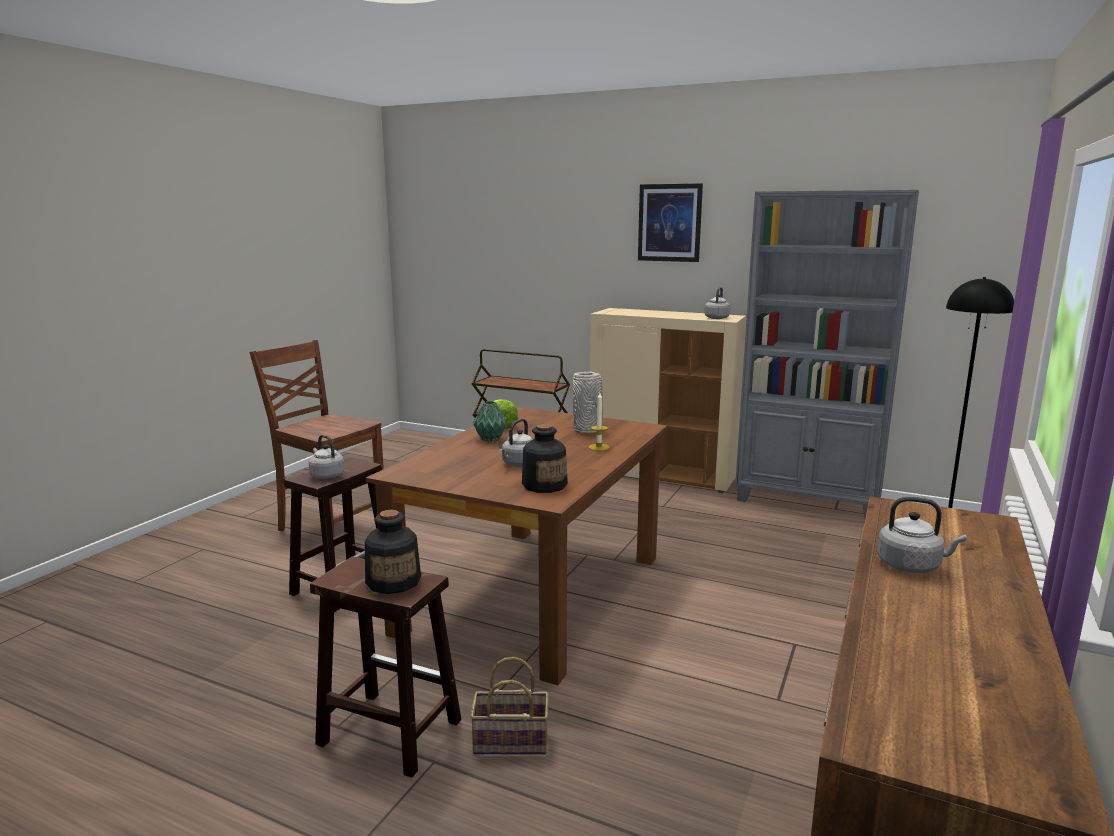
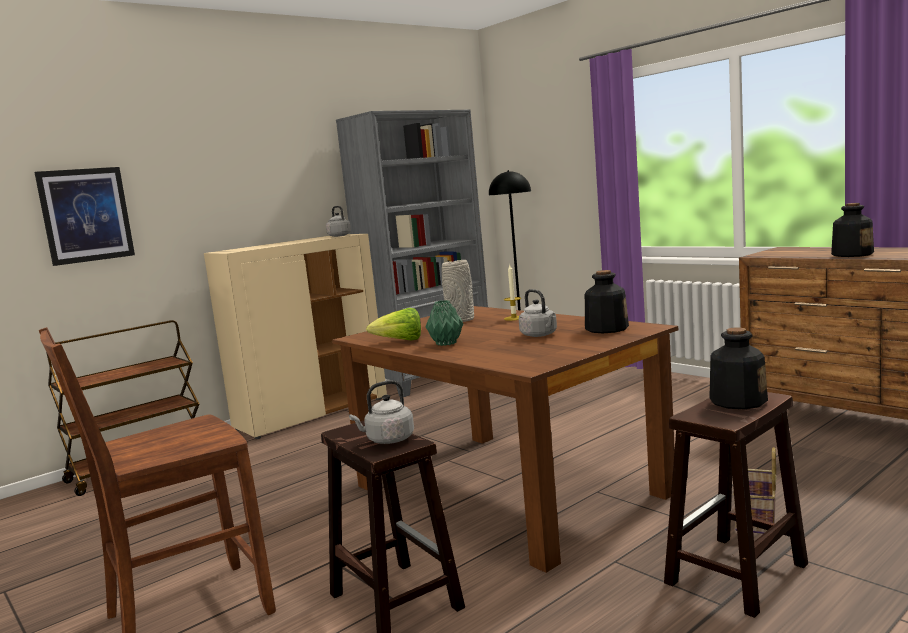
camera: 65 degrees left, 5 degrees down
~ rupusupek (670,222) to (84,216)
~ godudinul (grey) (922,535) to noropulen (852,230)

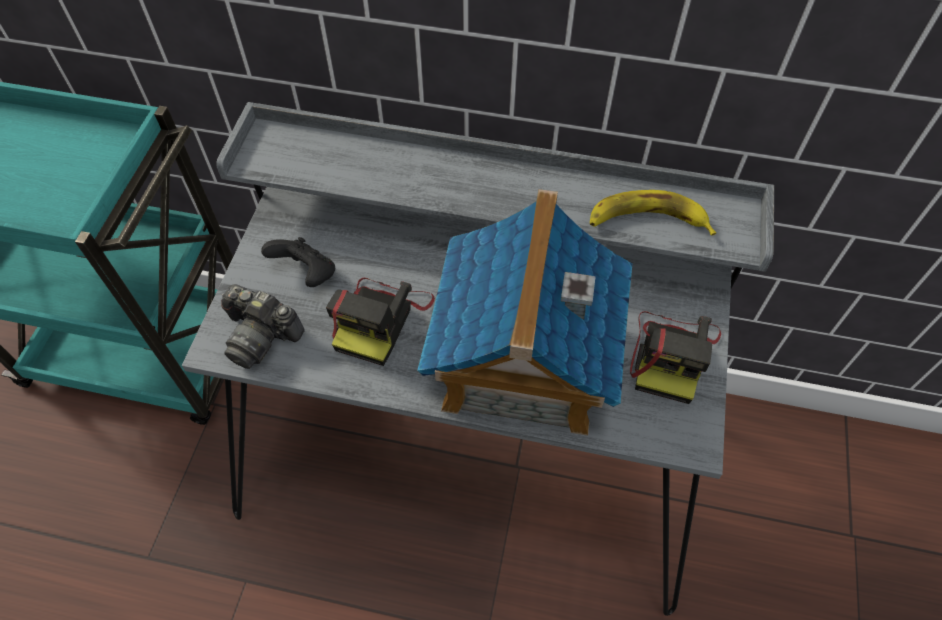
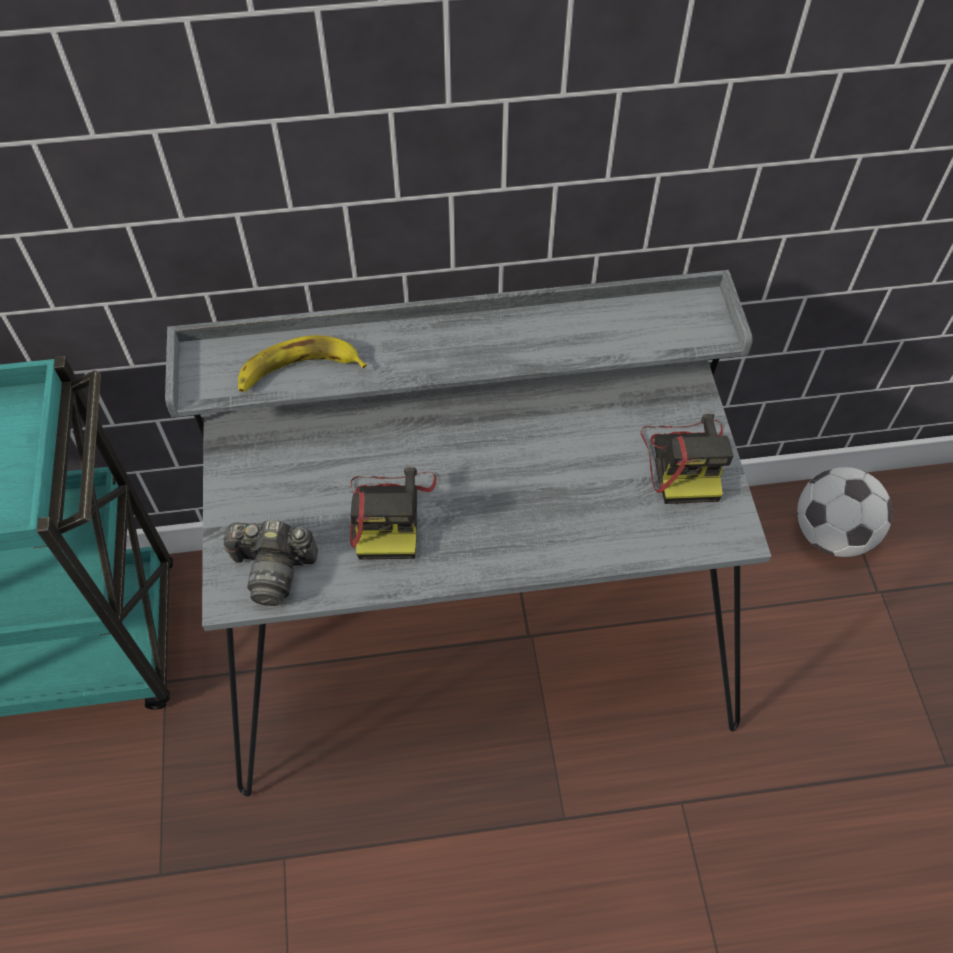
camera: 20 degrees left, 0 degrees up
- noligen (524,312)
~ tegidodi (653,213) to (302,363)
- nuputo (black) (298,262)
+ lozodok (844,512)

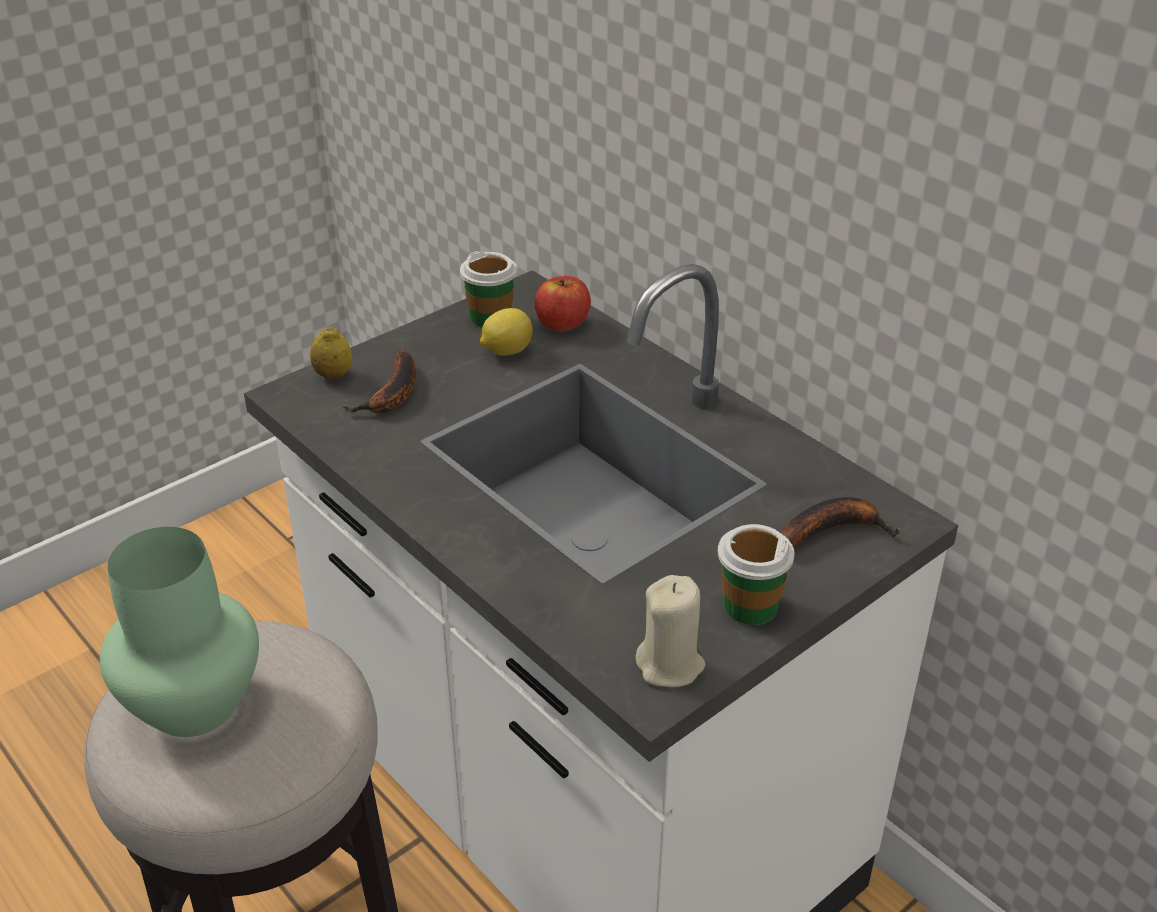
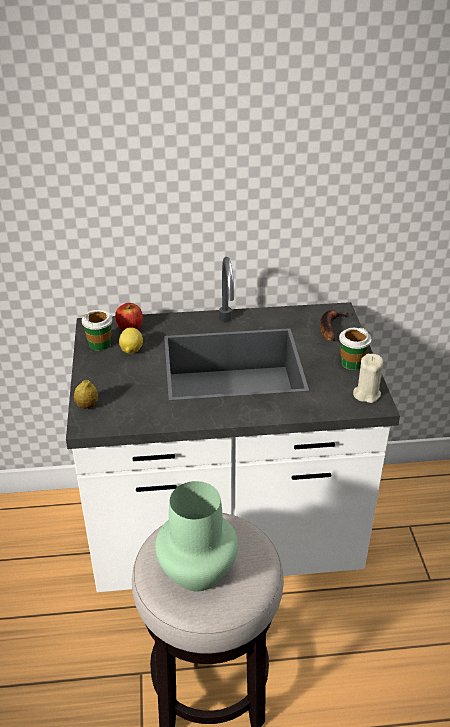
camera: 55 degrees left, 0 degrees up
- tegidodi (379,381)

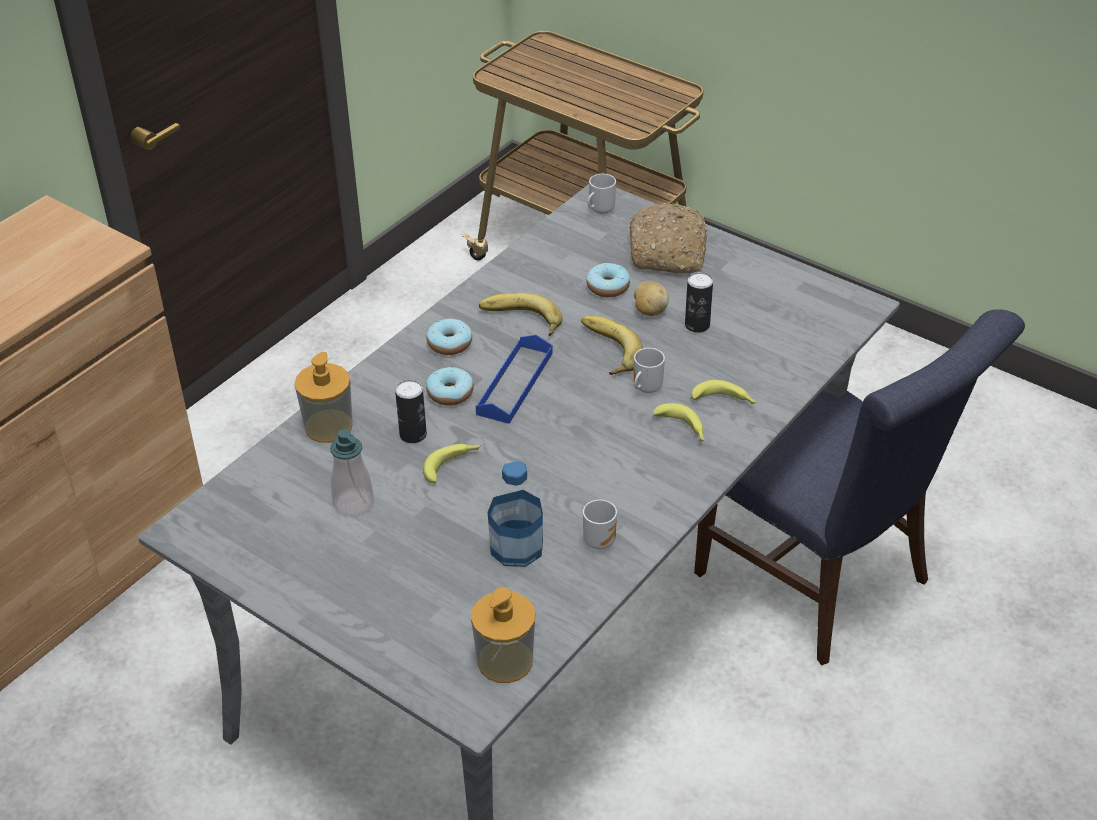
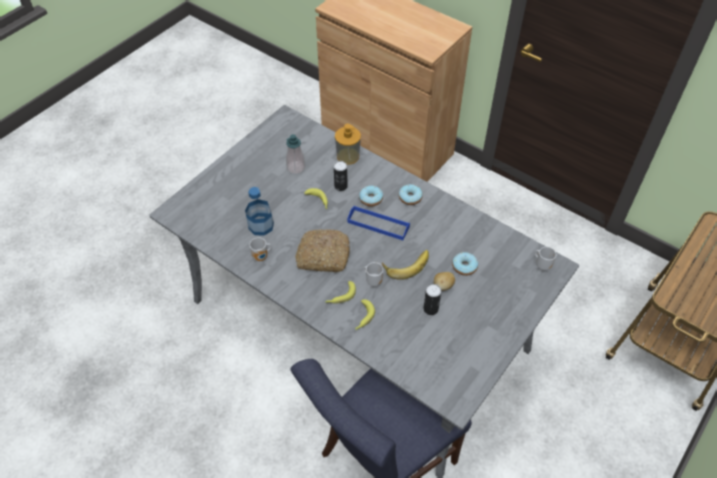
camera: 90 degrees right, 10 degrees up
~ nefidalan (668,238) to (322,250)
- tegidodi (520,314)
- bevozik (503,635)

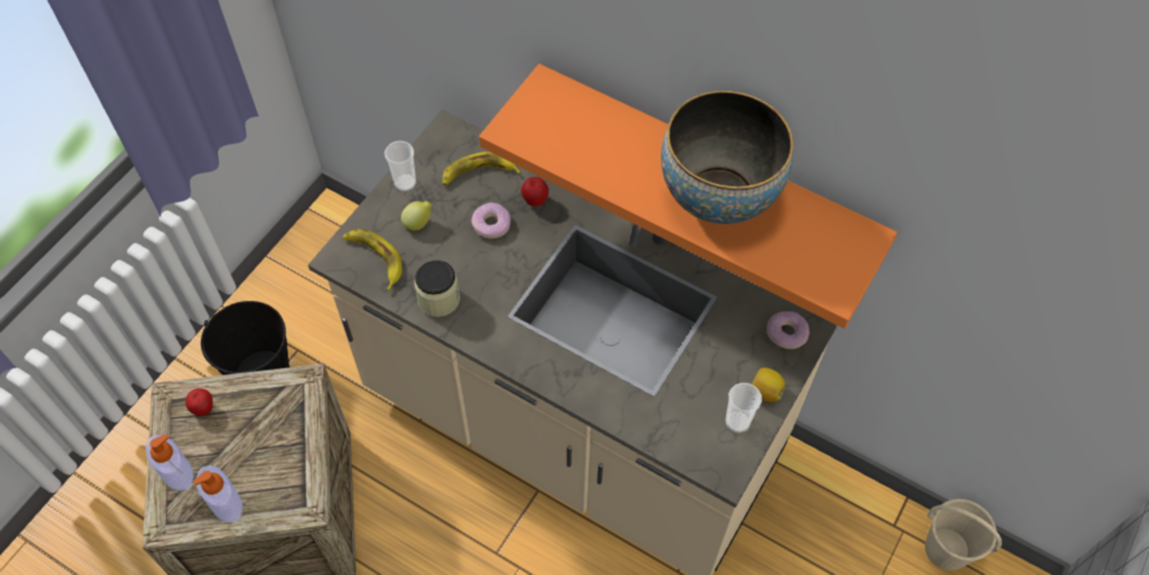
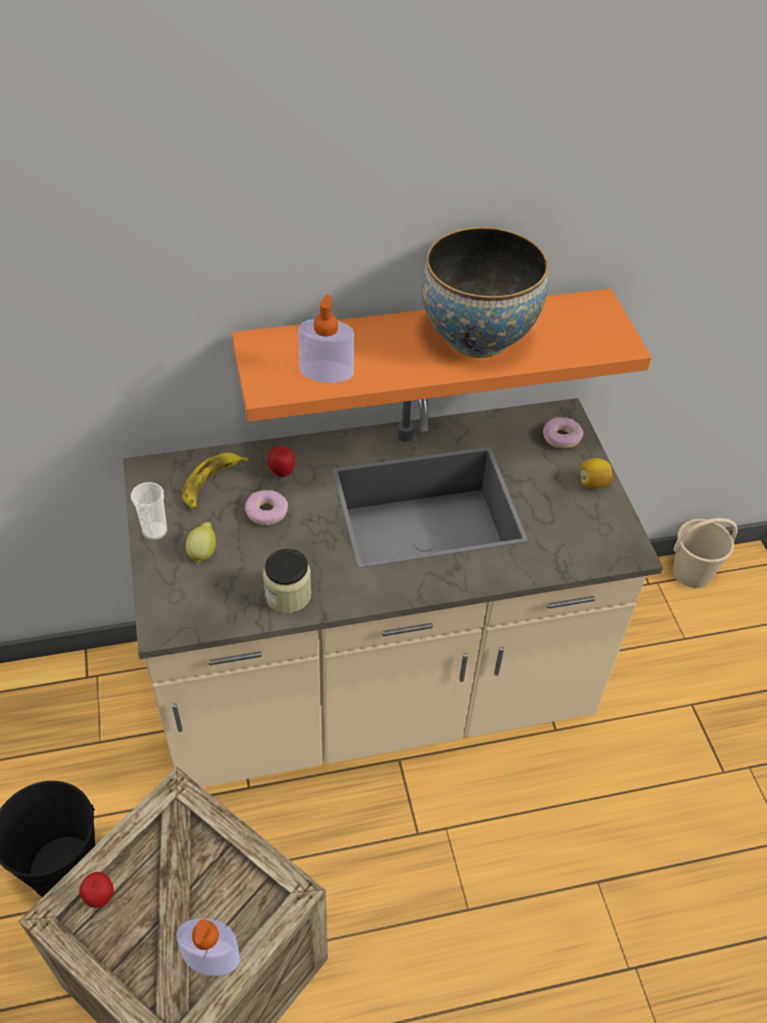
camera: 45 degrees left, 10 degrees down
- tegidodi (372,260)
- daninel (744,408)
~ bevozik (170,462) to (326,339)

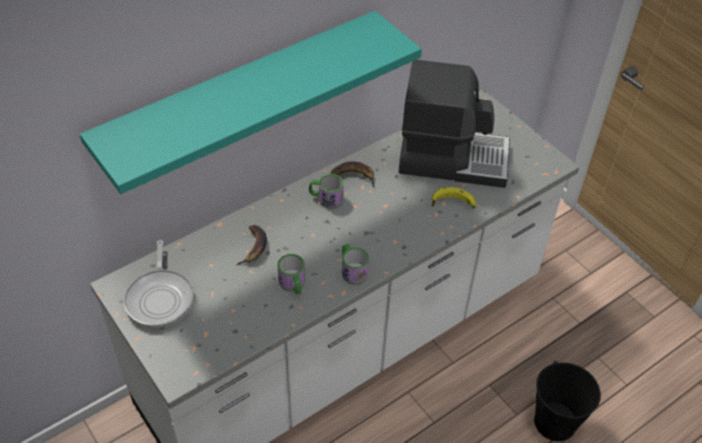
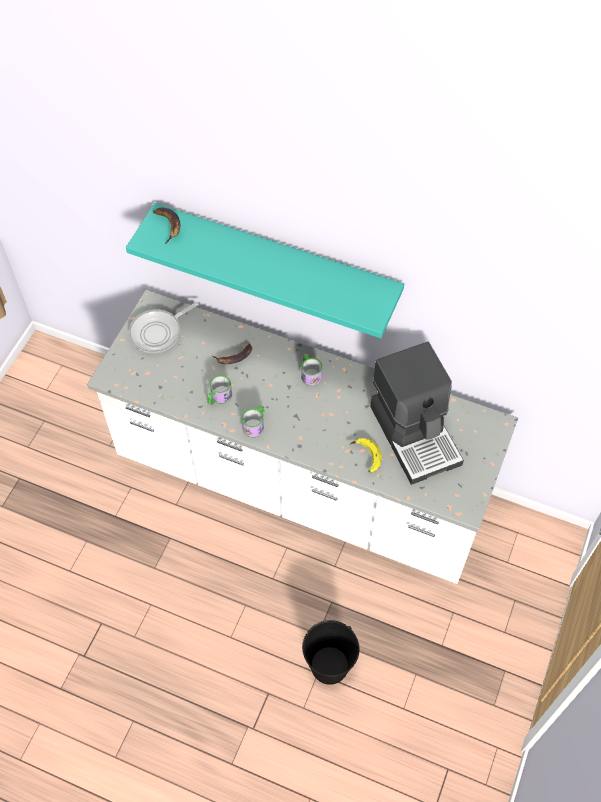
camera: 60 degrees right, 10 degrees up
~ tegidodi (352,174) to (166,226)

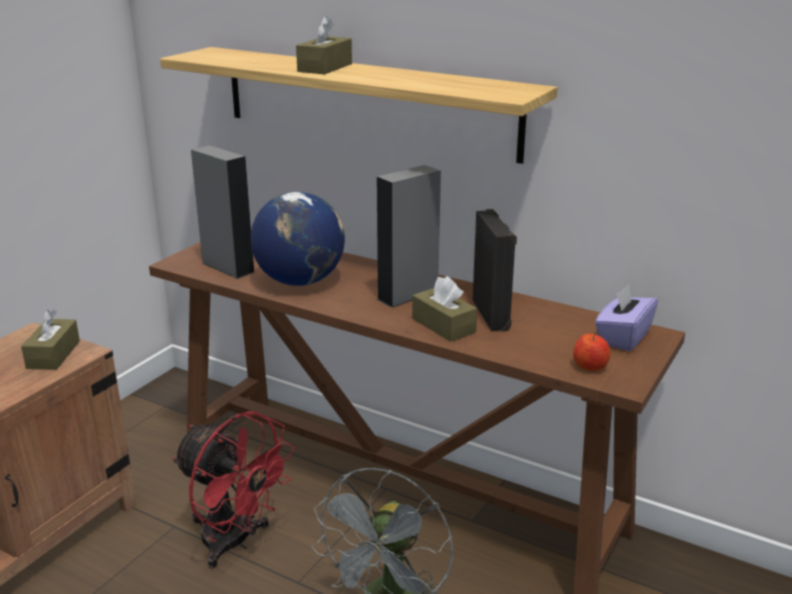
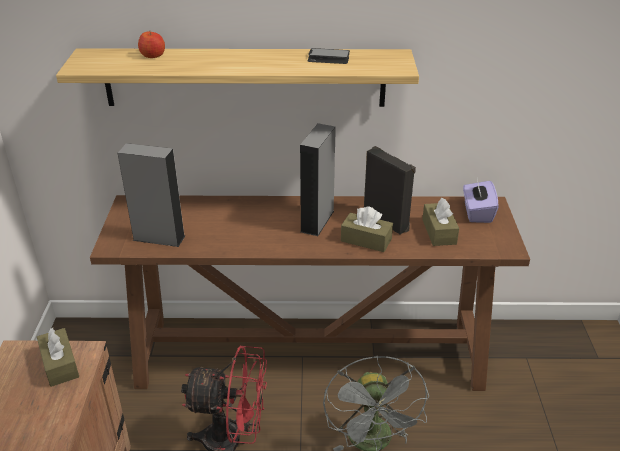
camera: 30 degrees left, 10 degrees up
~ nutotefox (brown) (324,44) to (440,222)
- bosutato (297,239)
~ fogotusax (592,352) to (151,44)
+ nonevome (329,56)

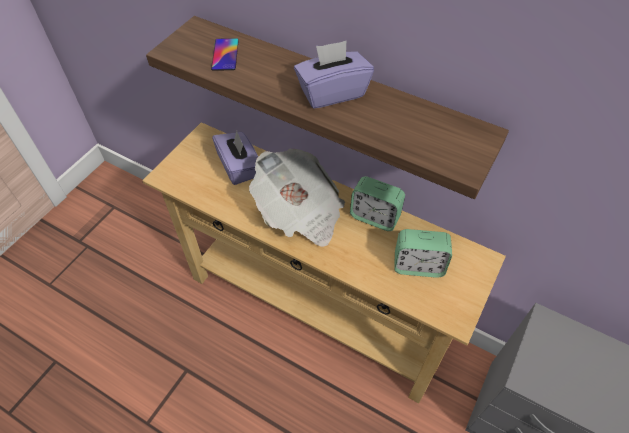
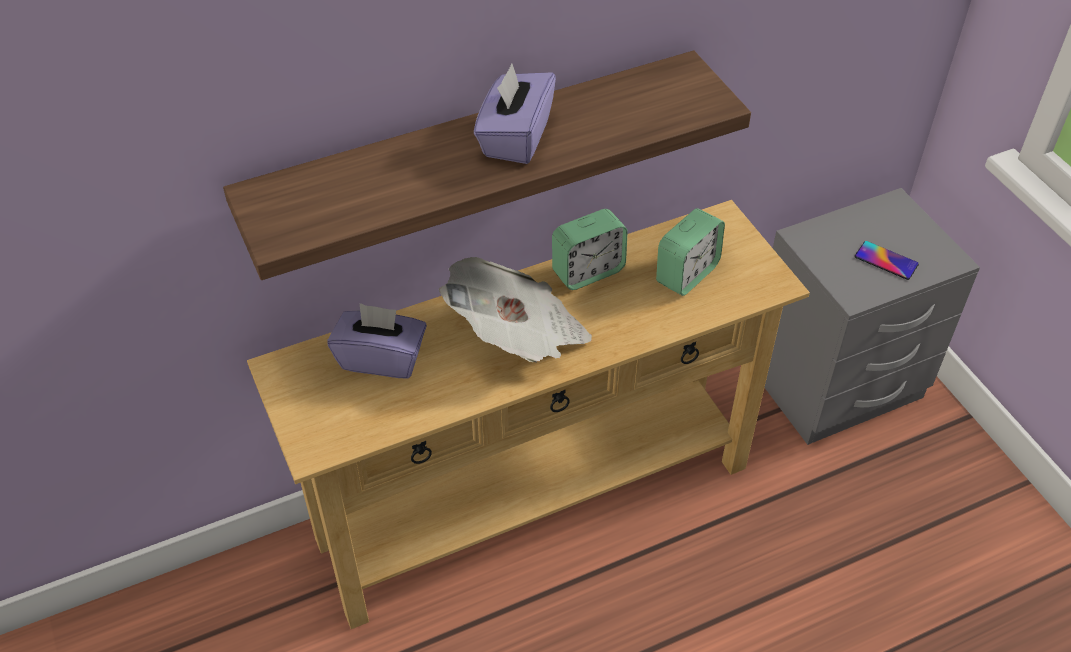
camera: 55 degrees left, 5 degrees down
~ nonevome (225,54) to (887,260)

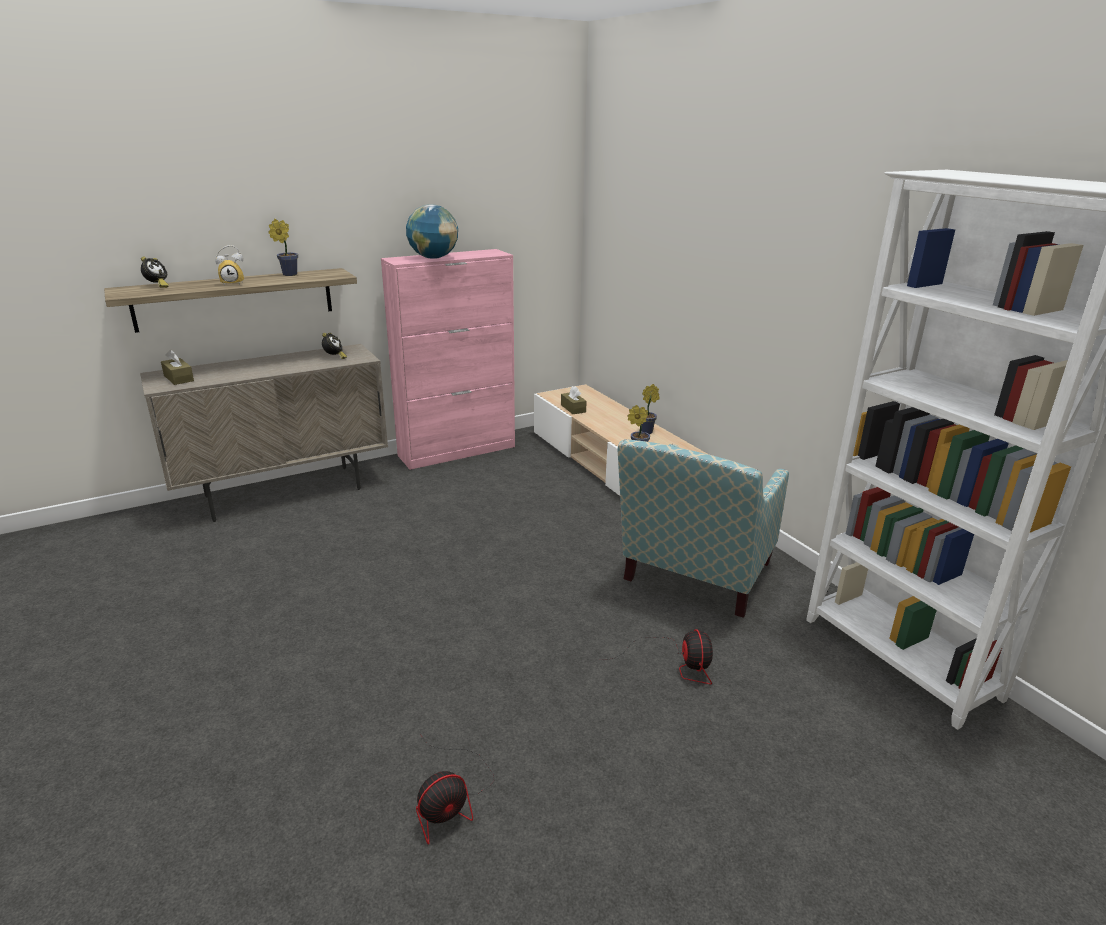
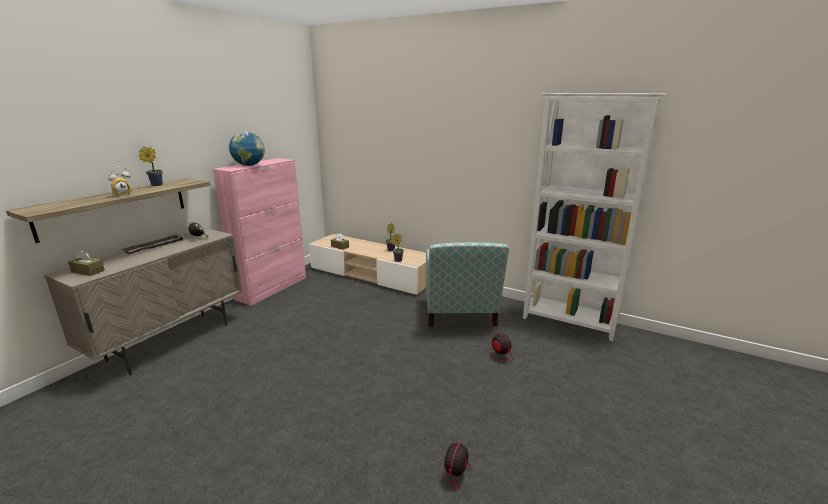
camera: 30 degrees left, 5 degrees down
- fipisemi (155,272)
+ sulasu (152,243)

